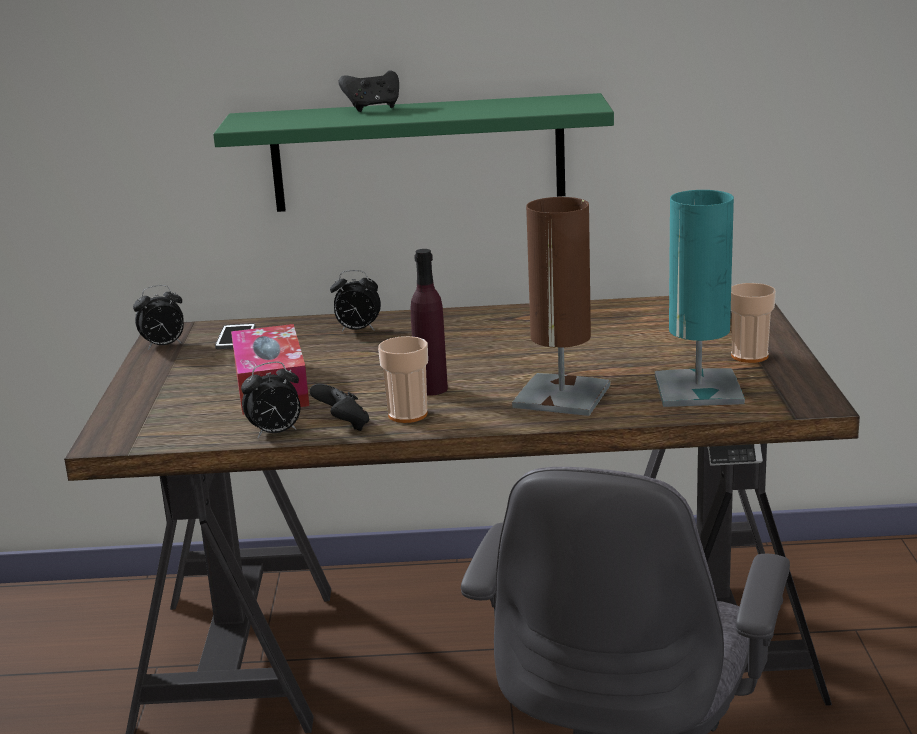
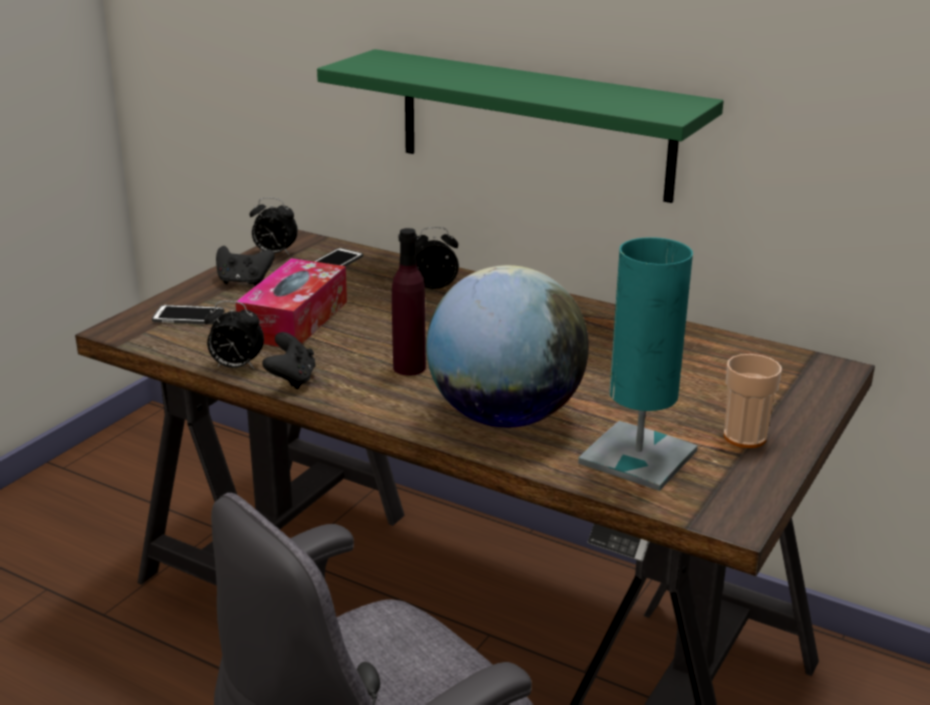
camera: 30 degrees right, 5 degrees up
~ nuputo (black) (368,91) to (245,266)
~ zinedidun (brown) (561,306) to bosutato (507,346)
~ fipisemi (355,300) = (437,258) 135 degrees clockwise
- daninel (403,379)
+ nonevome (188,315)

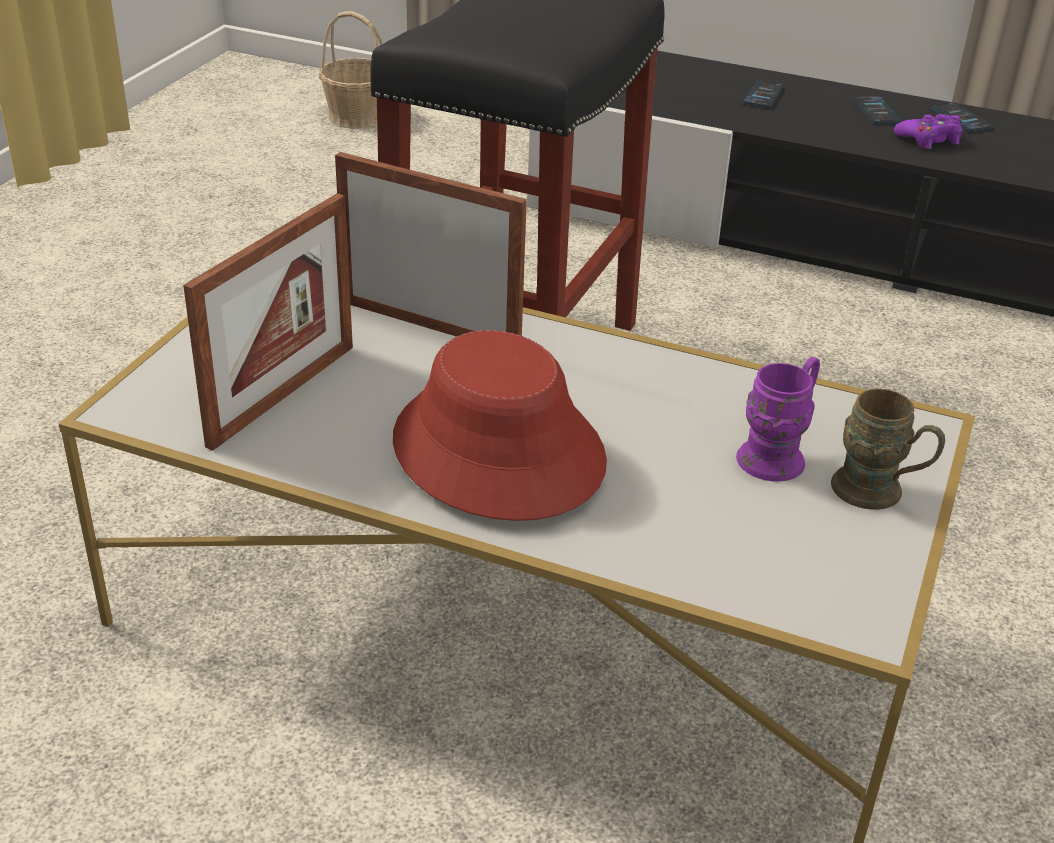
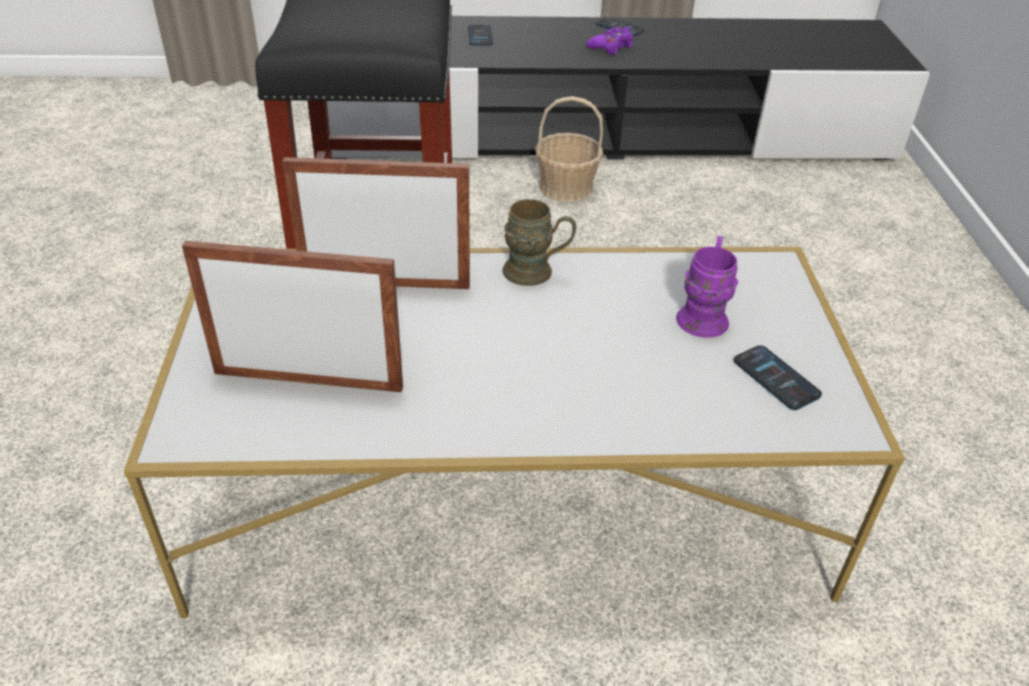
camera: 25 degrees left, 5 degrees up
~ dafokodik (351,70) to (569,149)
~ nonevome (877,110) to (778,377)
~ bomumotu (268,322) = (292,316) 90 degrees counterclockwise
- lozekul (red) (500,425)
~ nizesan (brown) (888,449) to (539,242)

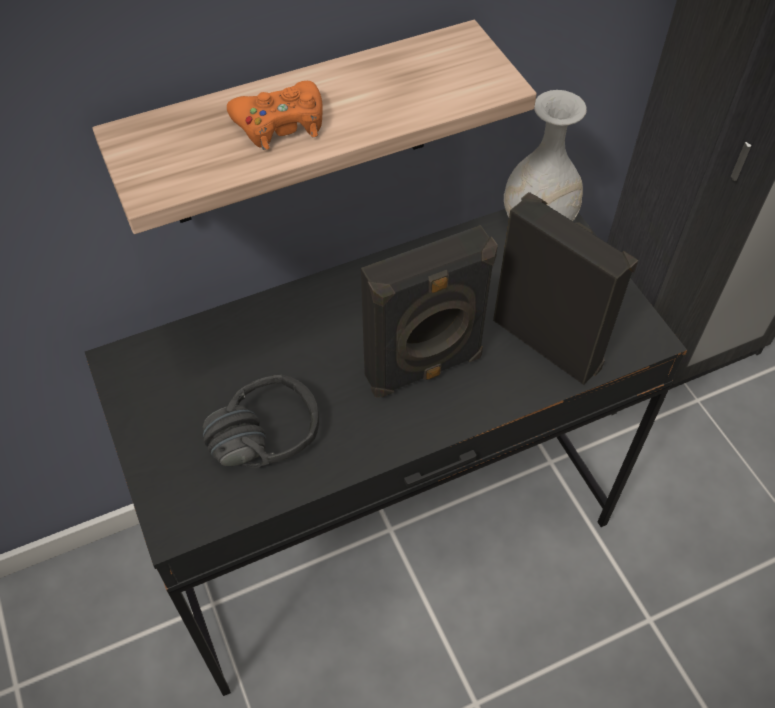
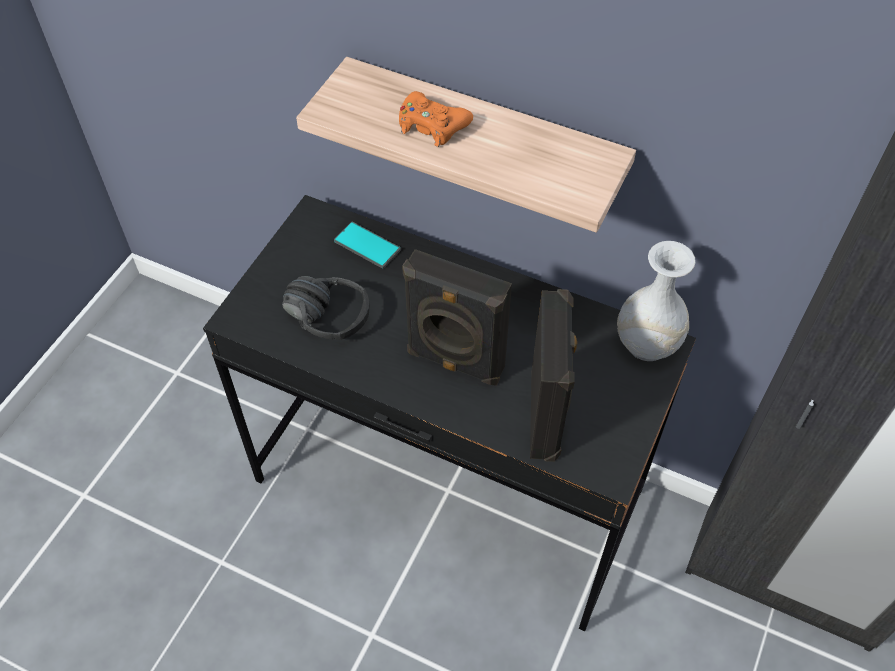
camera: 50 degrees right, 0 degrees up
+ nonevome (367,245)

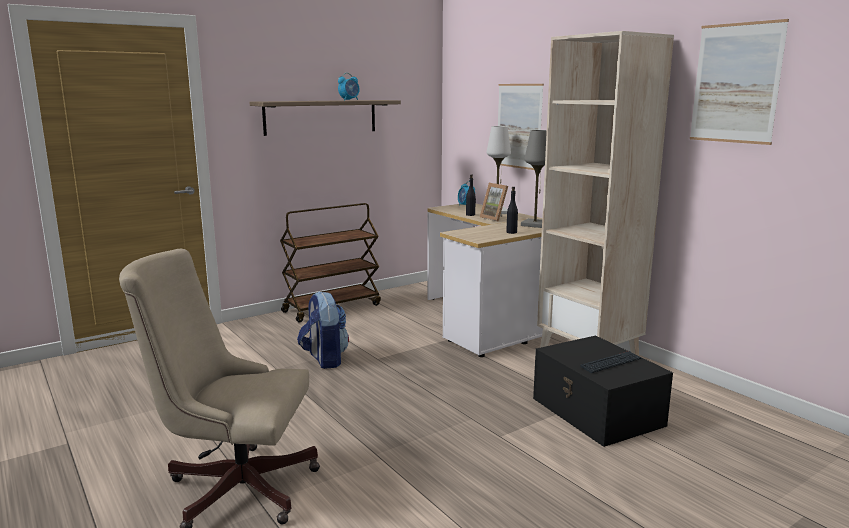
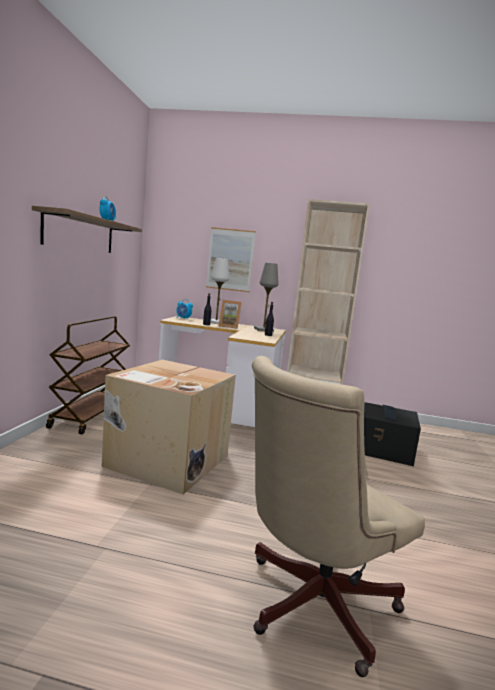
camera: 45 degrees left, 5 degrees down
- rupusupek (739,82)
~ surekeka (323,330) to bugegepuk (169,427)

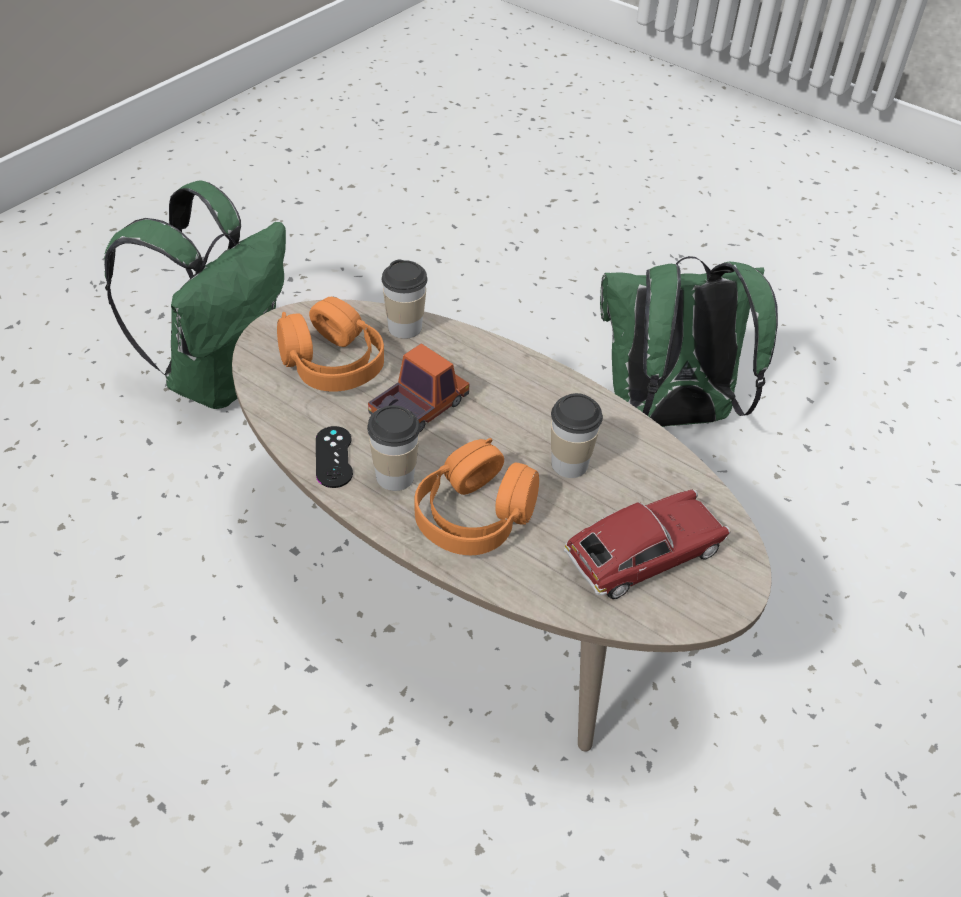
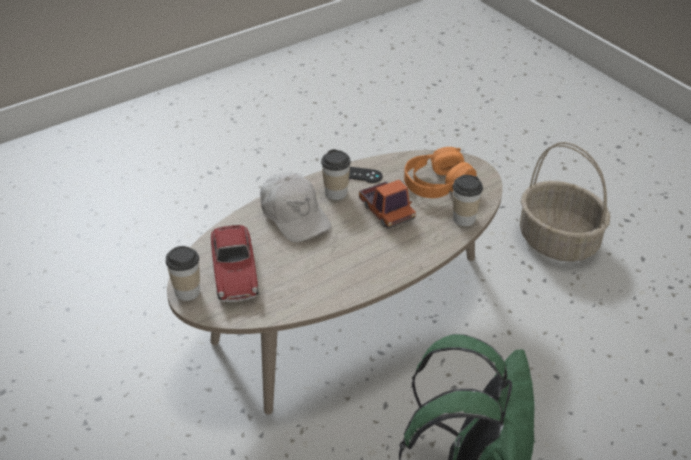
camera: 110 degrees right, 5 degrees down
~ surekeka (green) (195,294) to dafokodik (565,202)
~ daninel (577,435) to (183,273)
~ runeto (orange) (476,496) to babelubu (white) (295,207)

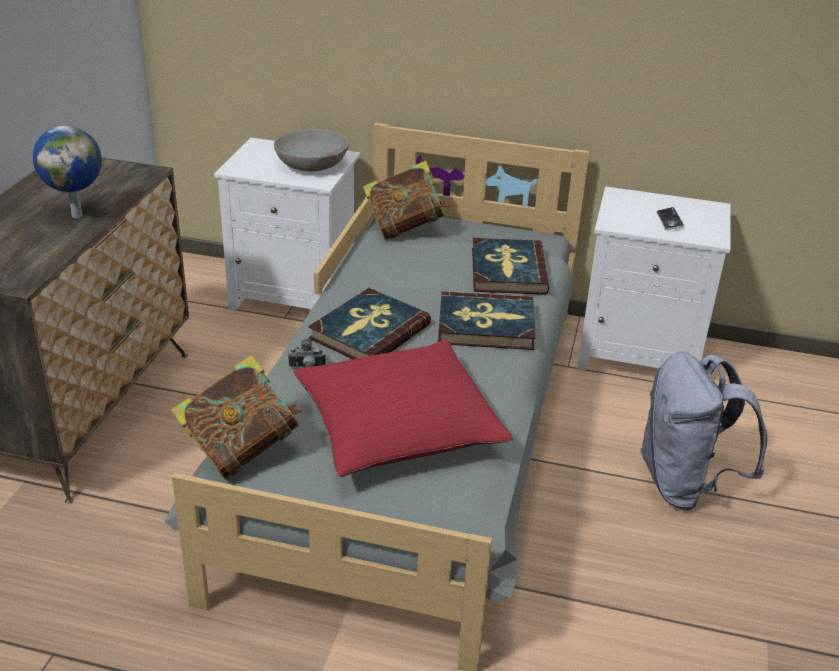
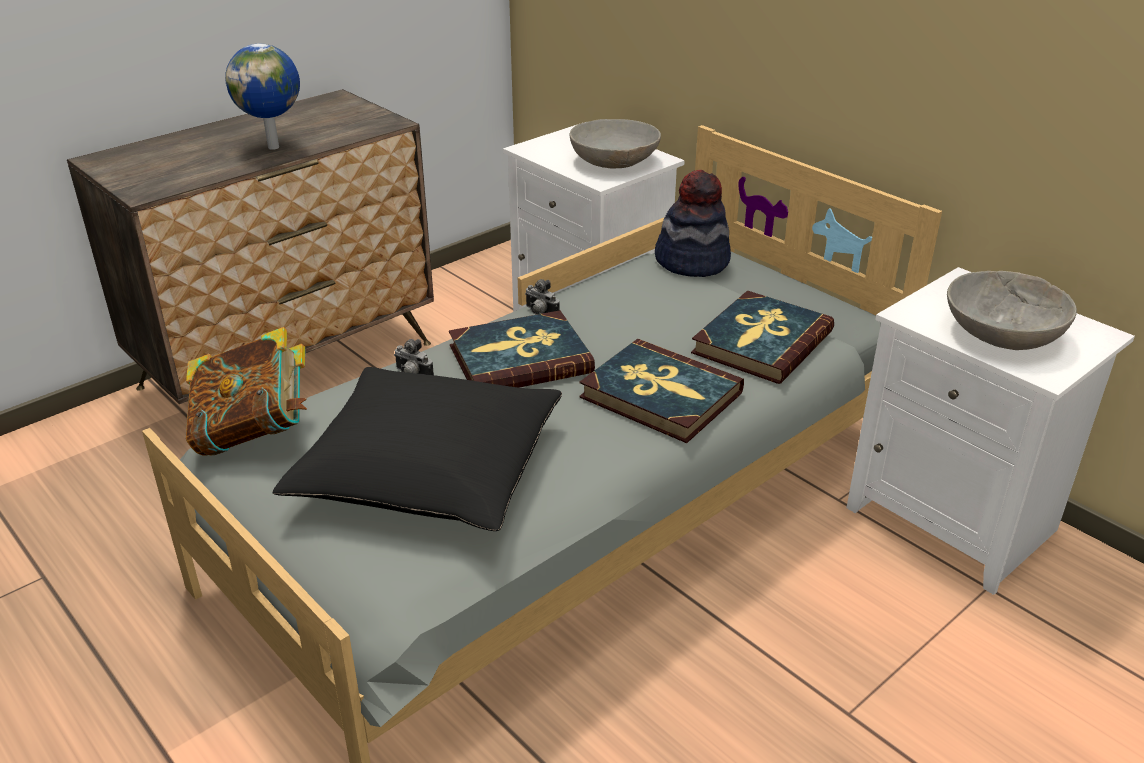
camera: 35 degrees right, 0 degrees up
~ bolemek (406,200) to lozekul (693,223)
~ nonevome (670,218) to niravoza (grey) (1012,310)
~ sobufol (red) (403,408) to sobufol (black) (417,449)
- surekeka (grey) (703,431)
+ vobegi (542,297)

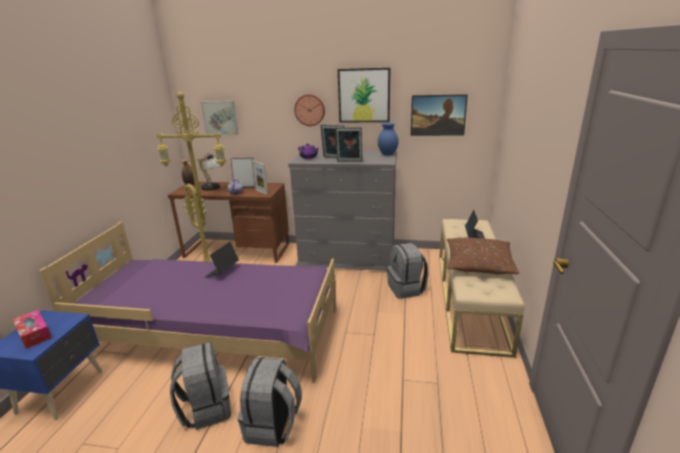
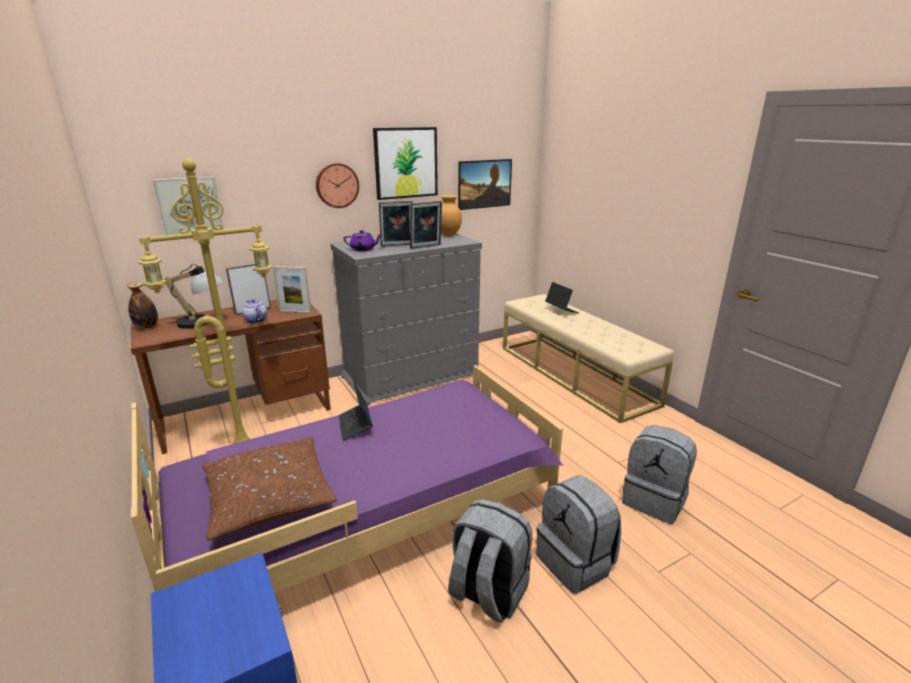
camera: 40 degrees left, 0 degrees up
~ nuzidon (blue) (388,139) to nuzidon (brown) (451,215)
~ sobufol (brown) (483,255) to (269,488)
~ surekeka (grey) (408,271) to (659,474)
- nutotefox (32,329)

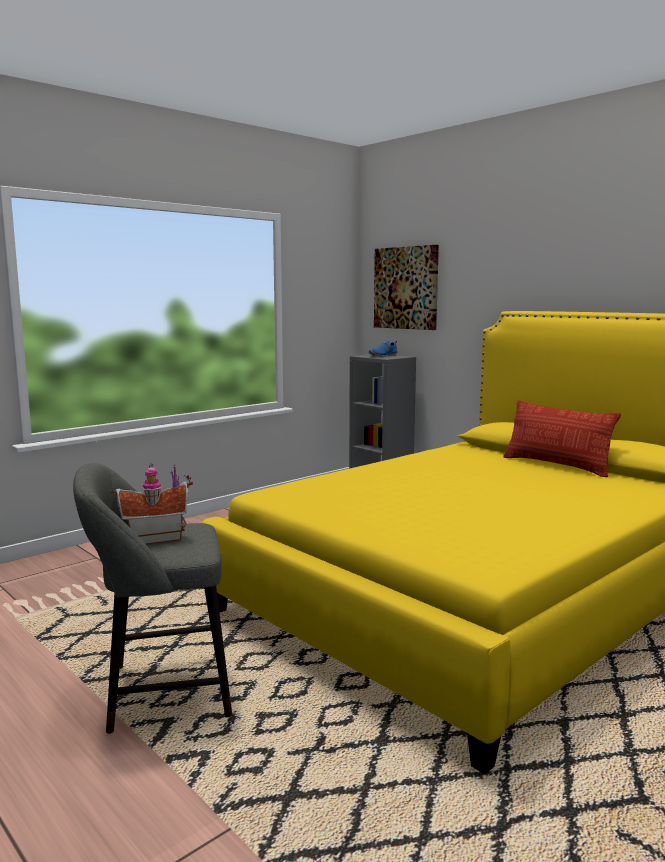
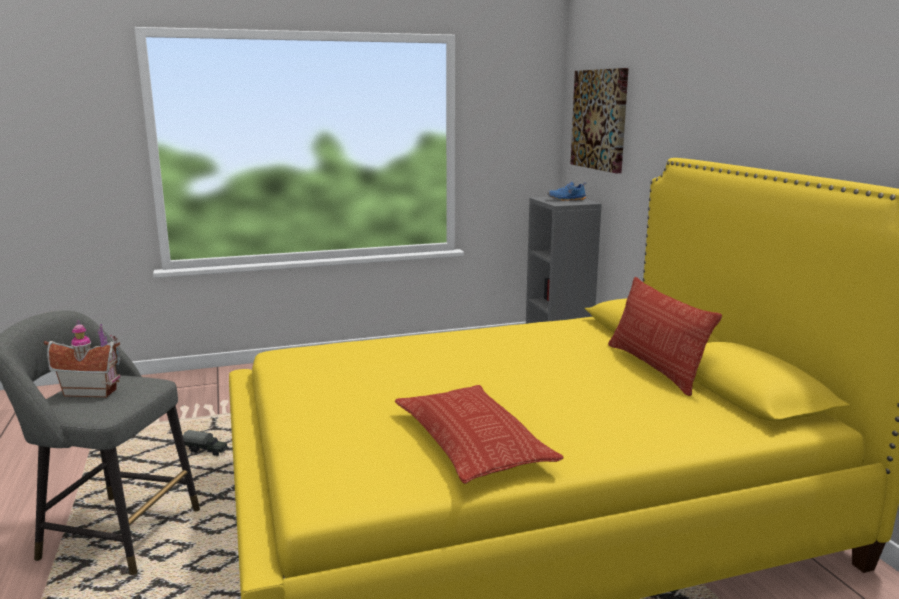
camera: 25 degrees right, 5 degrees up
+ sobufol (479,434)
+ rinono (205,443)

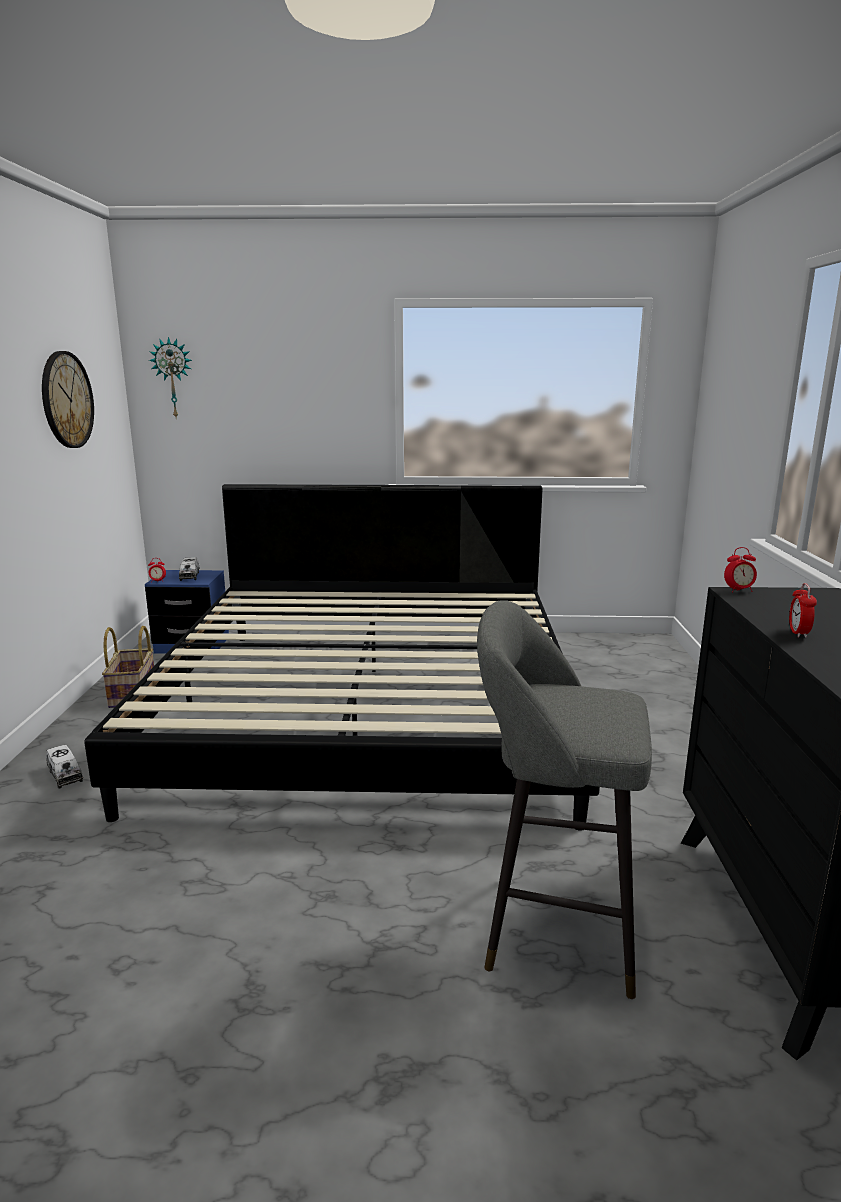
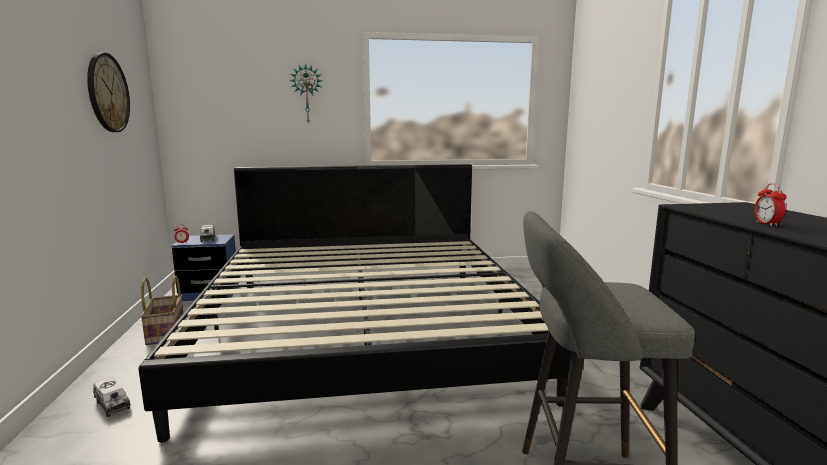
camera: 10 degrees left, 5 degrees down
~ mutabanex (170,377) to (306,93)
- fipisemi (740,570)

